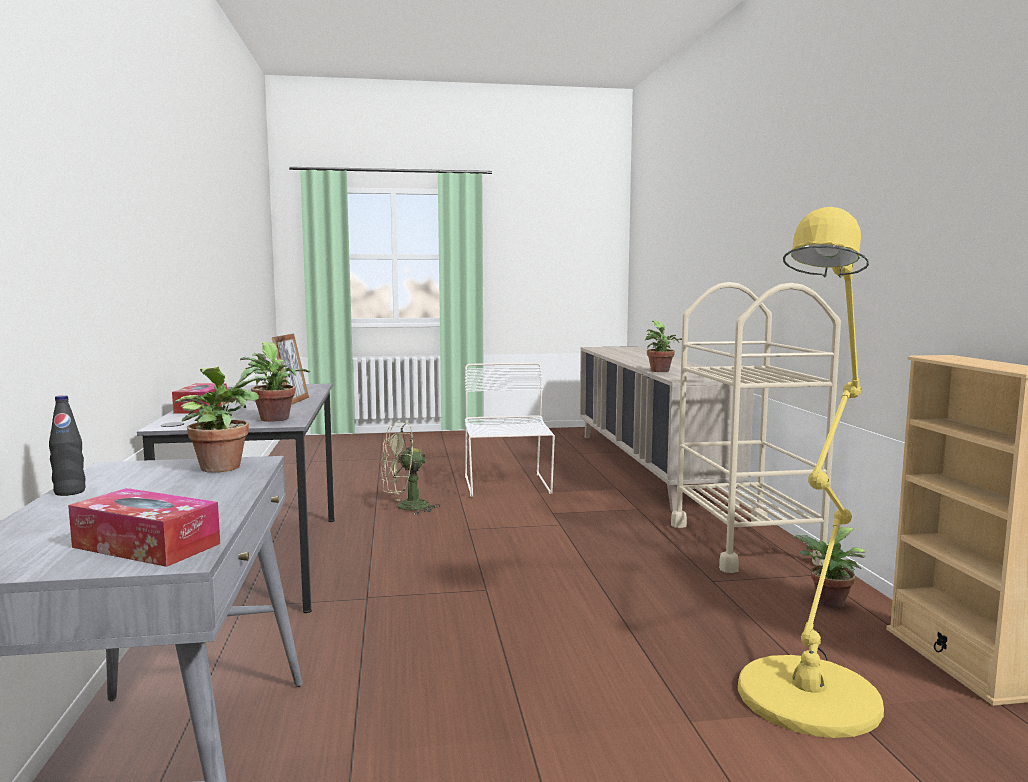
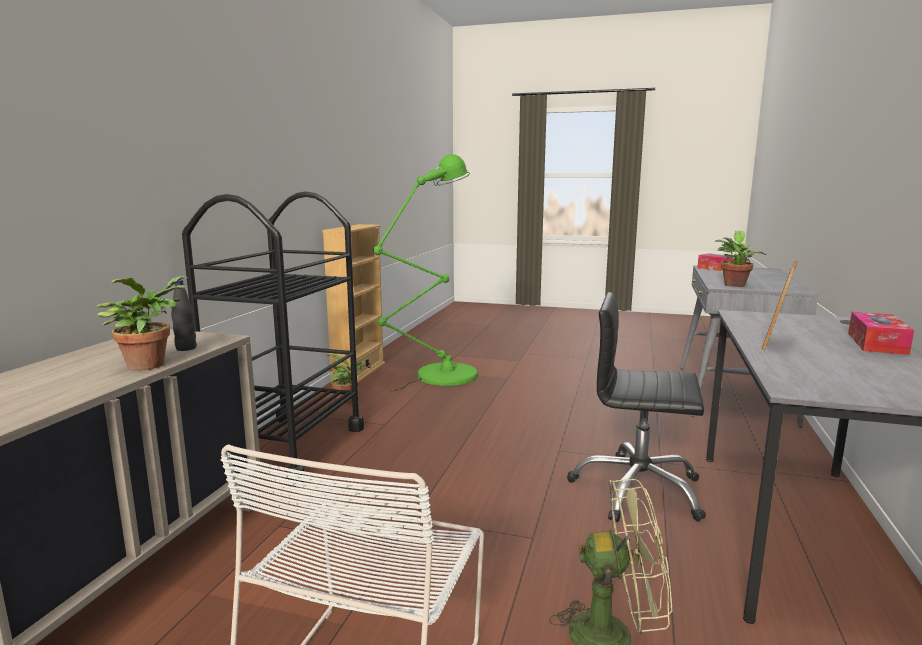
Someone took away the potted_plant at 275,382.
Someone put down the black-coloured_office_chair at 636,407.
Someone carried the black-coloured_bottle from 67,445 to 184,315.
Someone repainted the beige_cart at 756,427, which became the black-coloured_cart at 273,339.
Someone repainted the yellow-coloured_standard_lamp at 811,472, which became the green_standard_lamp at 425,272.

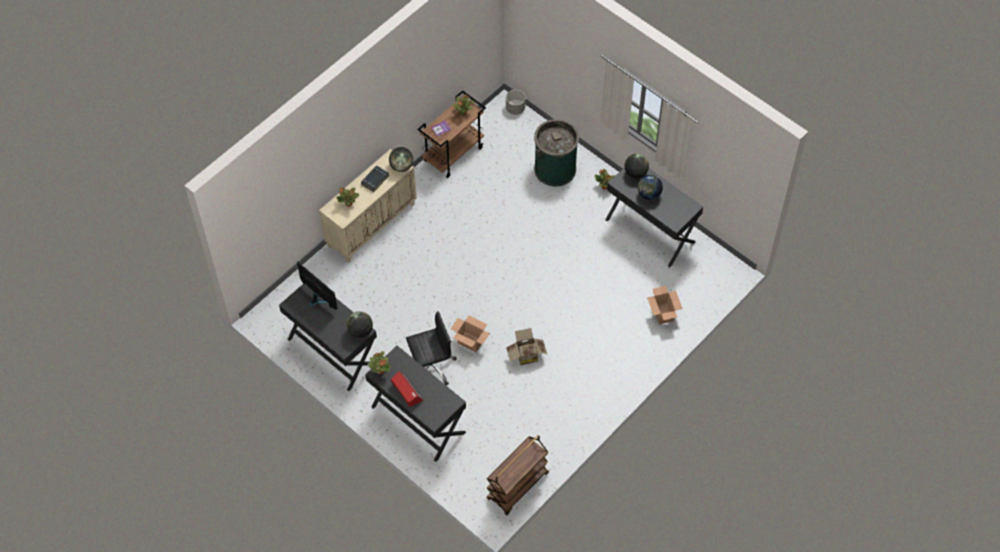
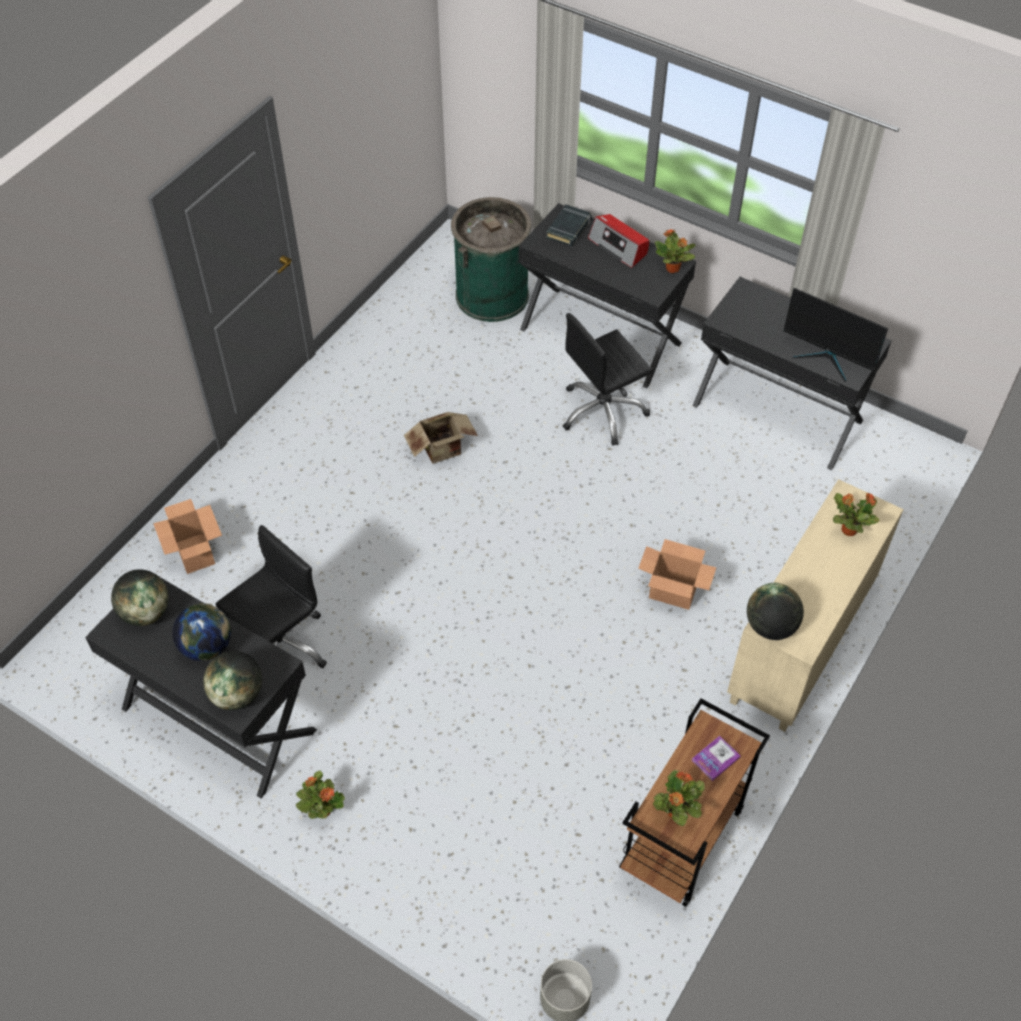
Someone took away the brownish_cart at 518,475.
Someone put down the black-coloured_office_chair at 271,596.
Someone carried the desk_globe from 360,324 to 140,597.
Someone carried the black-coloured_bound_book from 375,178 to 569,225.
Someone carried the carton from 470,333 to 677,574.
Someone carried the green_trash_can from 556,152 to 491,259.

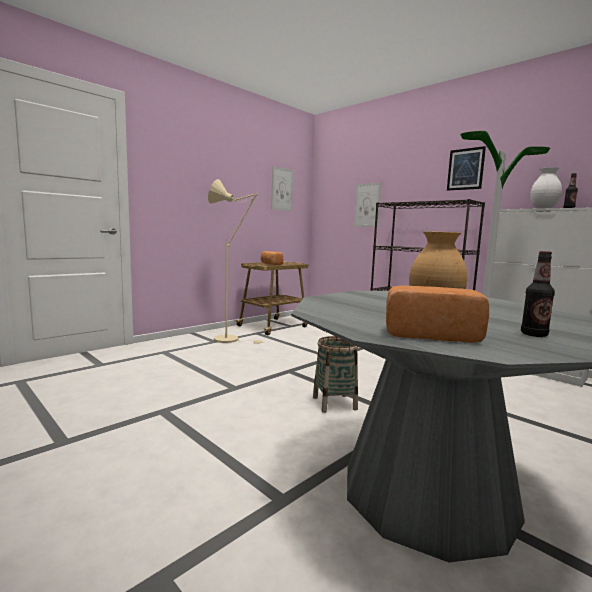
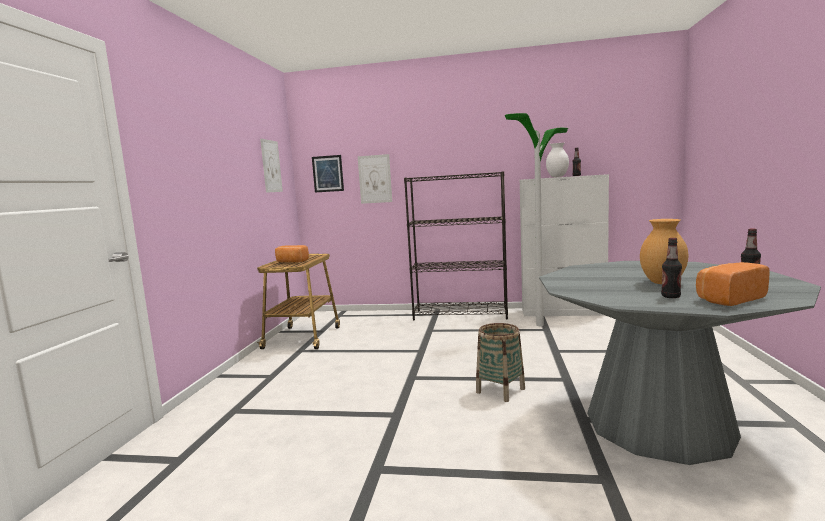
Someone took away the beige_standard_lamp at 236,261.
Someone put down the bottle at 671,268.
Someone carried the picture from 466,168 to 328,173.

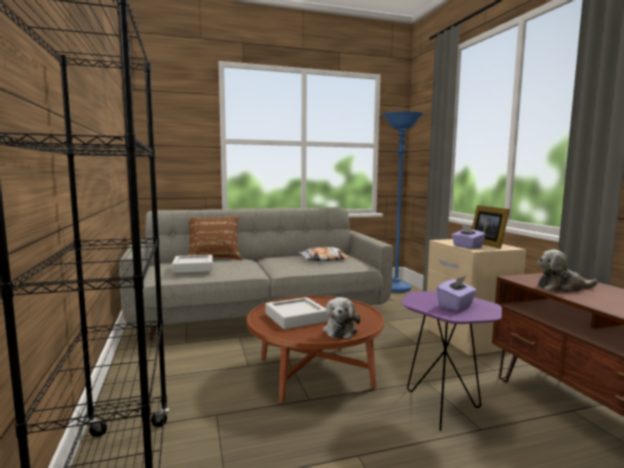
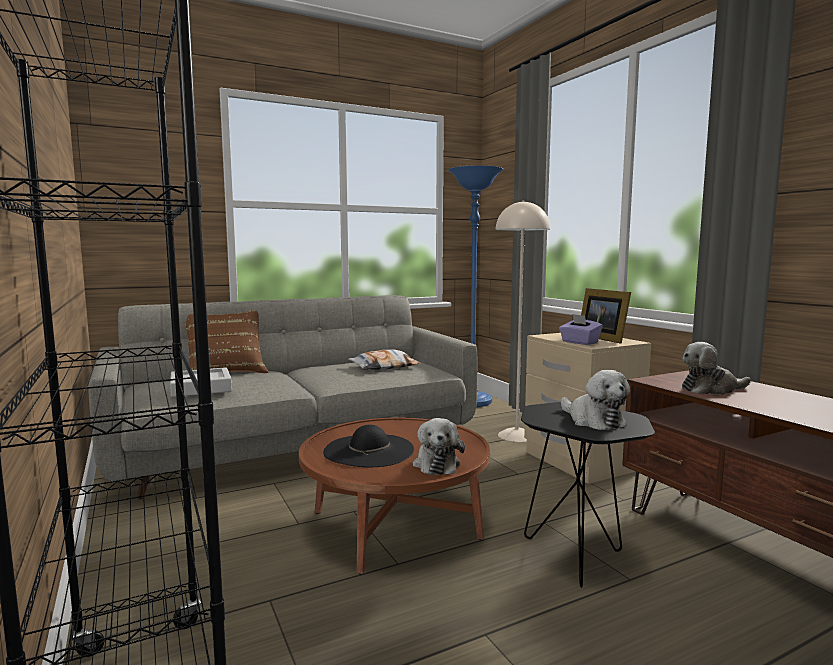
Someone put down the beige_standard_lamp at 522,321.
Someone swapped the grey_serving_tray at 297,313 for the black-coloured_wearable_hat at 368,445.
Someone swapped the purple_box_of_tissues at 457,293 for the cuddly_toy at 595,400.
Someone repainted the purple_accent_table at 451,361, which became the black-coloured_accent_table at 588,494.

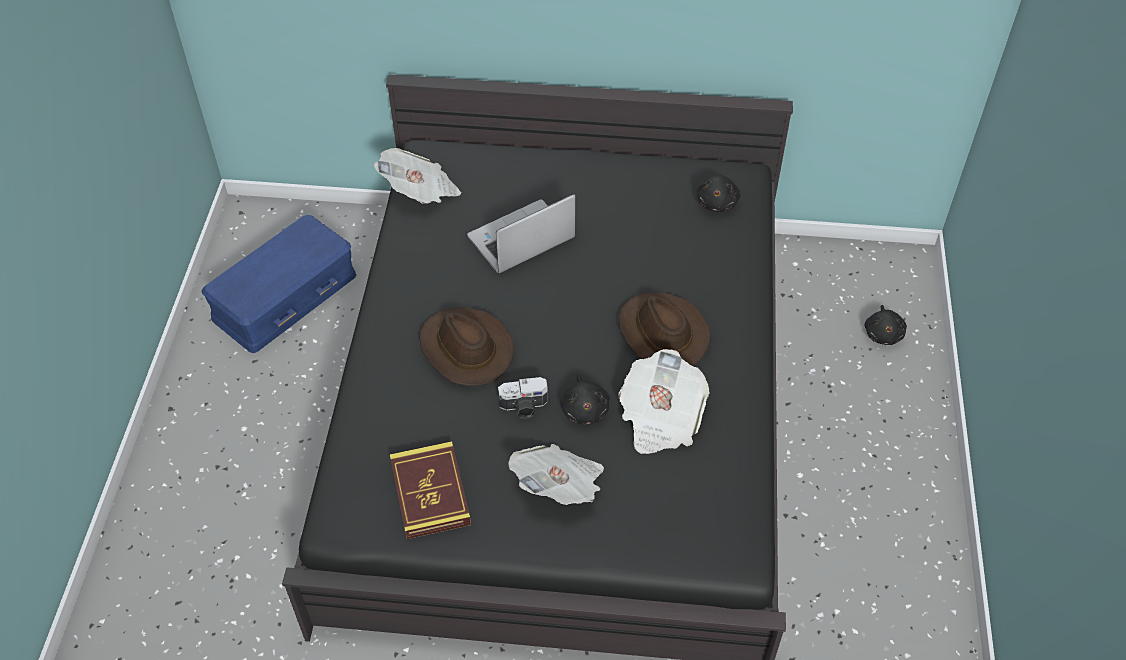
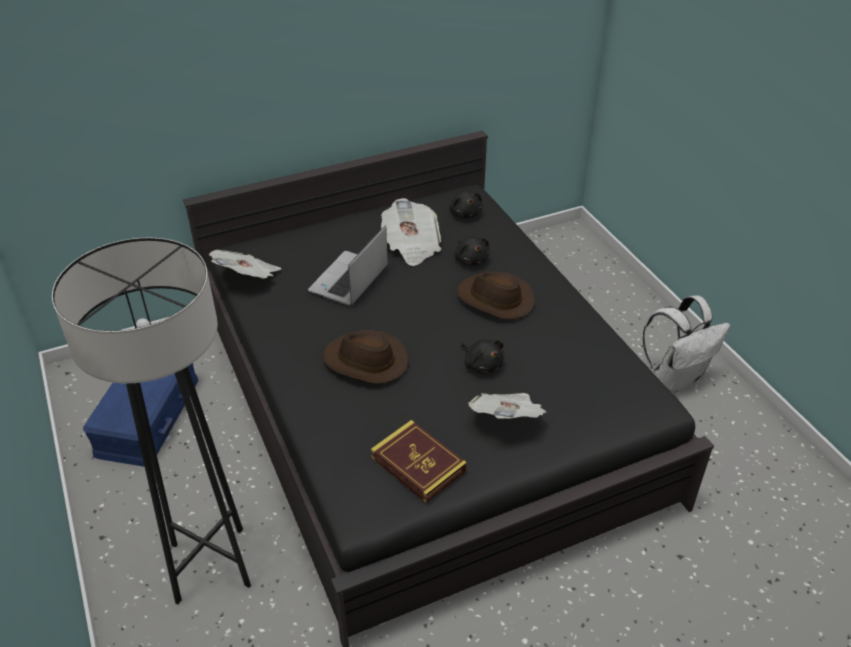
Someone took away the photo_camera at 523,398.
Someone put down the grey_standard_lamp at 151,421.
Someone put down the white-coloured_rucksack at 686,343.
Someone carried the daily_paper from 664,401 to 411,232.
Someone carried the black-coloured_cuddly_toy from 885,325 to 472,250.

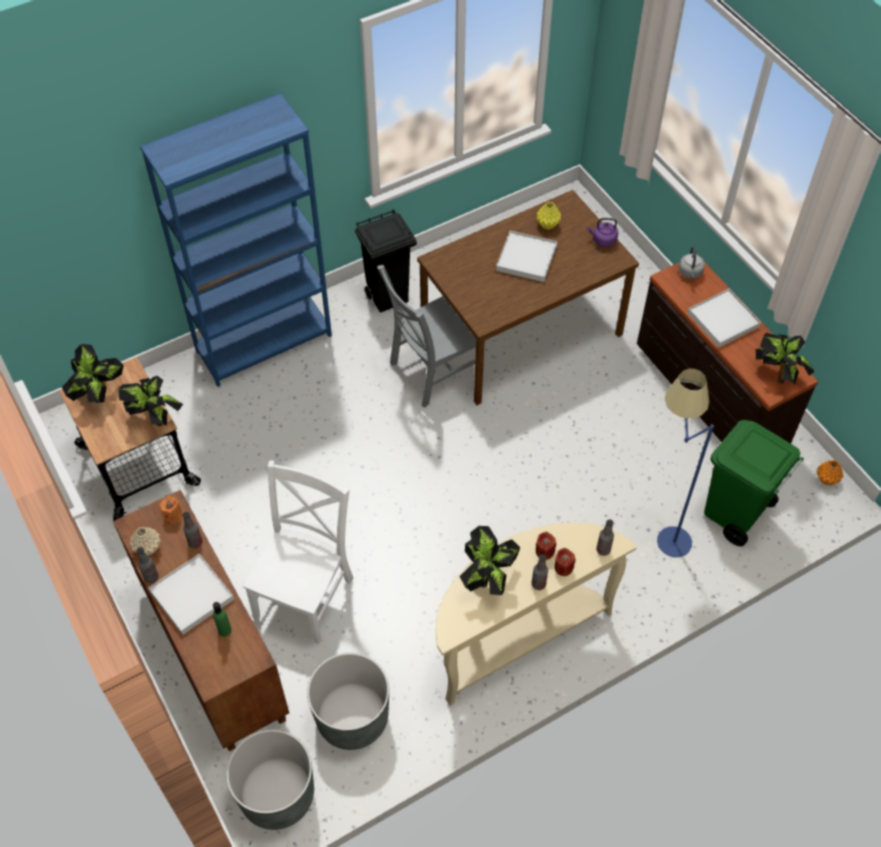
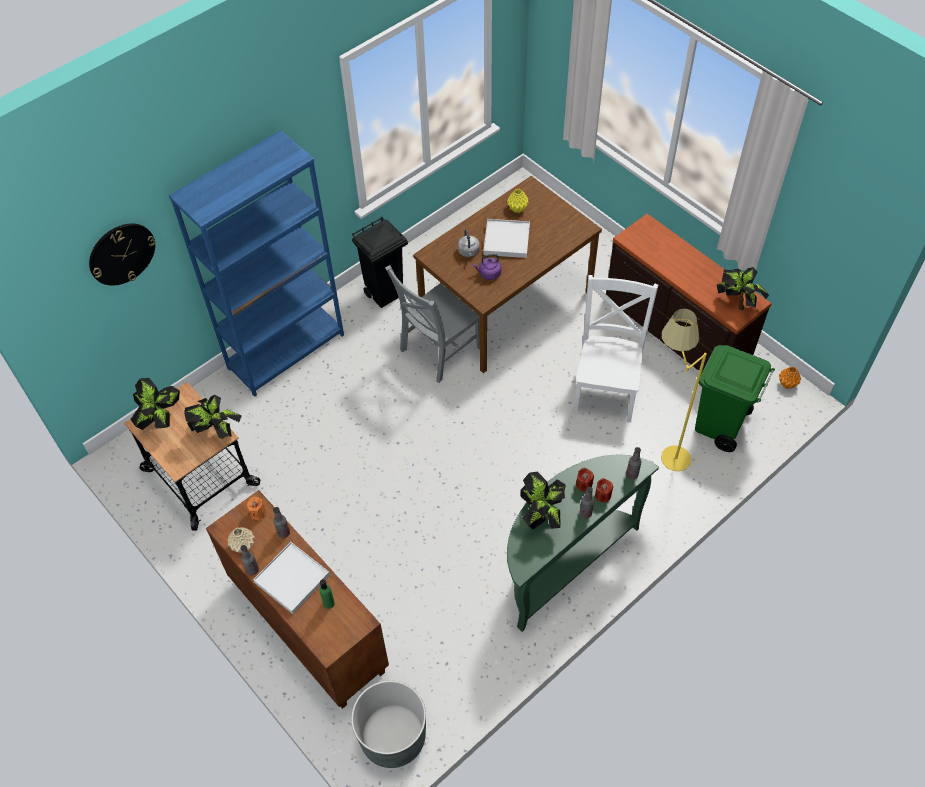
Someone took away the grey_planter at 348,701.
Someone took away the white-coloured_serving_tray at 724,318.
Someone put up the clock_on_the_wall at 122,255.
Someone carried the white-coloured_chair from 298,552 to 615,349.
Someone carried the purple_kettle from 602,232 to 487,267.
Someone carried the grey_kettle from 691,262 to 469,243.
Someone repainted the beige_console_table at 536,614, which became the green_console_table at 583,543.
Someone repainted the blue_standard_lamp at 685,462, which became the yellow-coloured_standard_lamp at 684,389.

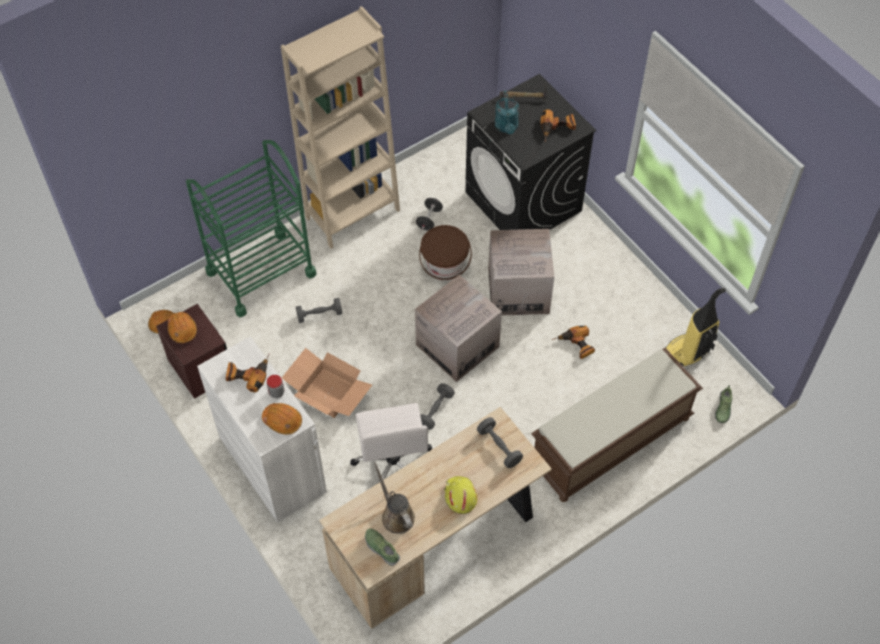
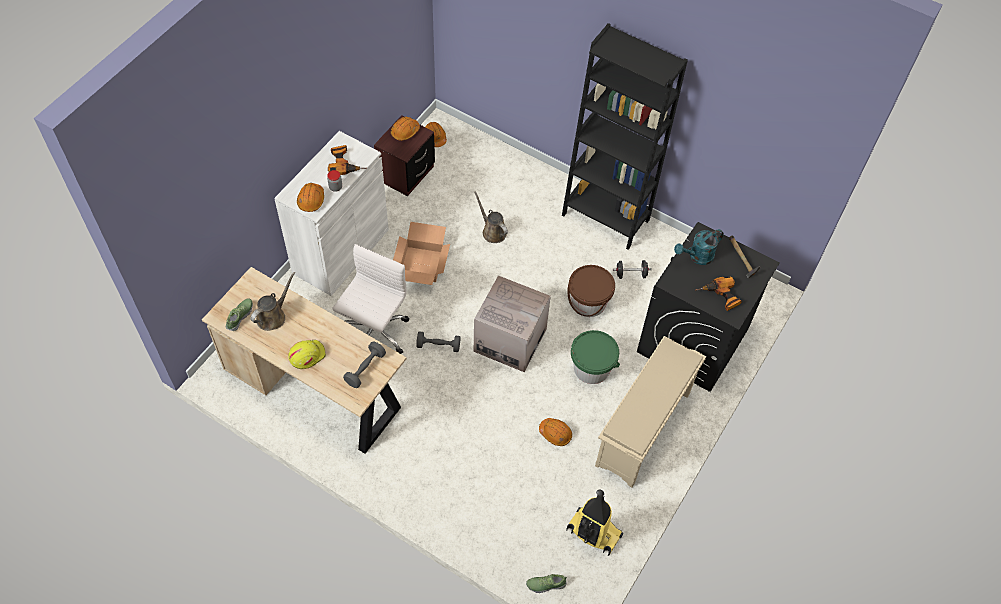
Someone took away the green_cart at 251,228.
Someone took away the brownish_long_seat at 617,425.
Someone put down the beige_shoe_stand at 650,411.
Someone swapped the grey_dumbbell at 319,310 for the brownish_watering_pot at 491,217.
Someone swapped the carton at 521,272 for the green_bucket at 595,357.
Someone swapped the drill at 573,342 for the orangey_safety_helmet at 555,432.
Someone repainted the beige_shelving_unit at 340,127, which became the black-coloured_shelving_unit at 625,136.
Someone rotated the white-coloured_office_chair at 391,443 by 150 degrees clockwise.

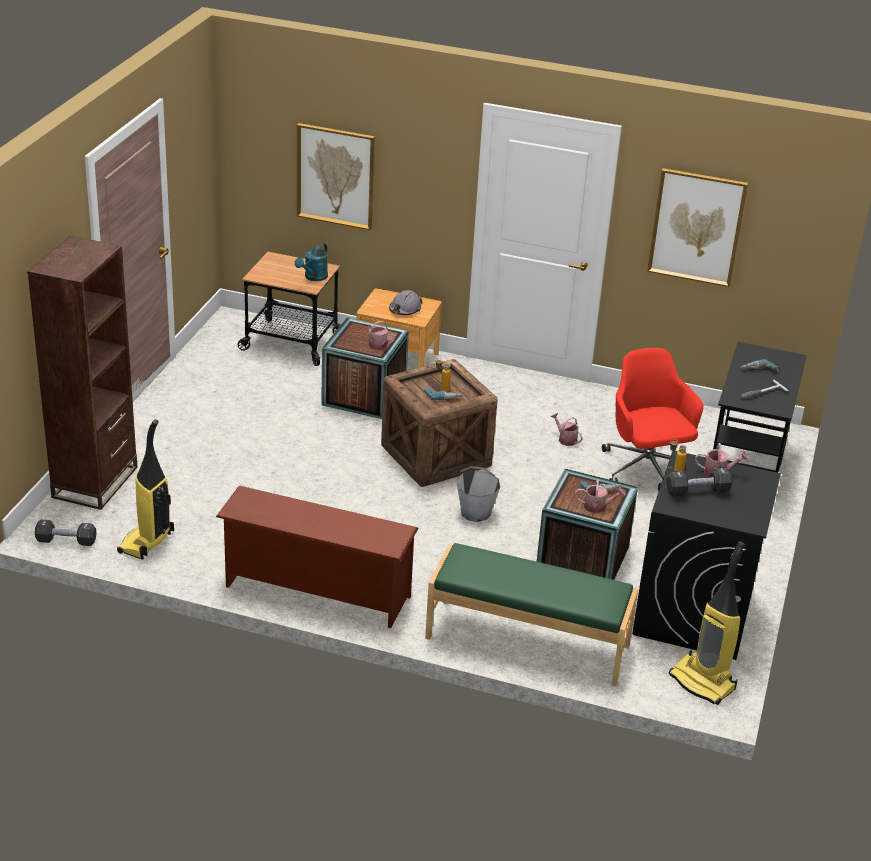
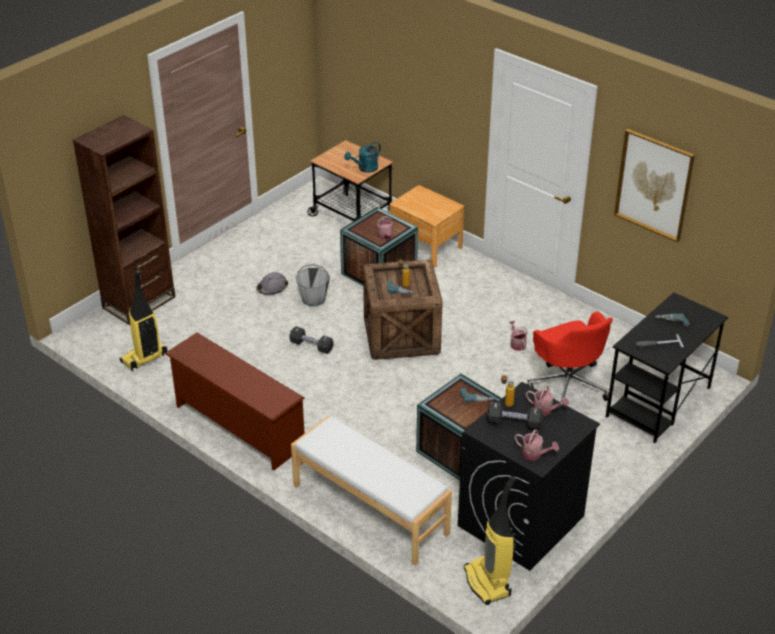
Someone took away the picture at 336,176.
Someone carried the black-coloured_dumbbell from 65,532 to 311,340.
Someone carried the grey_safety_helmet from 406,302 to 272,283.
Someone carried the grey_bucket from 478,494 to 313,285.
Someone carried the watering_pot from 600,496 to 536,444.
Someone repainted the green_long_seat at 531,614, which became the white-coloured_long_seat at 371,491.
Someone rotated the red-coloured_office_chair at 653,415 by 150 degrees clockwise.

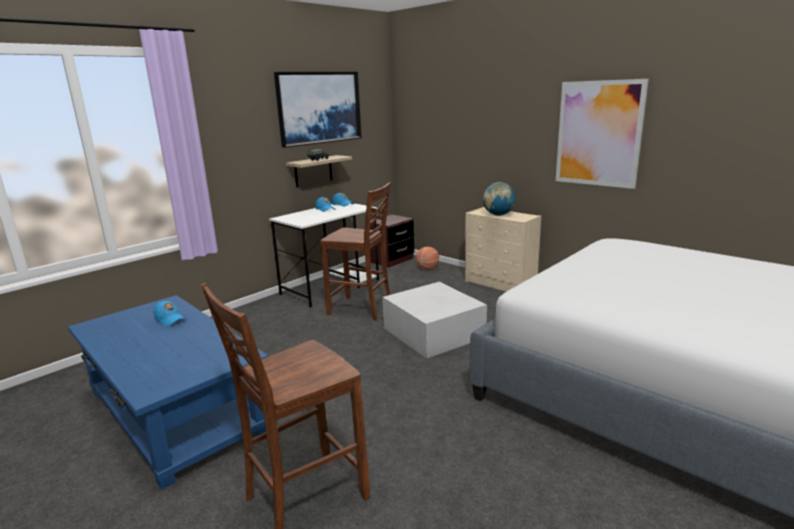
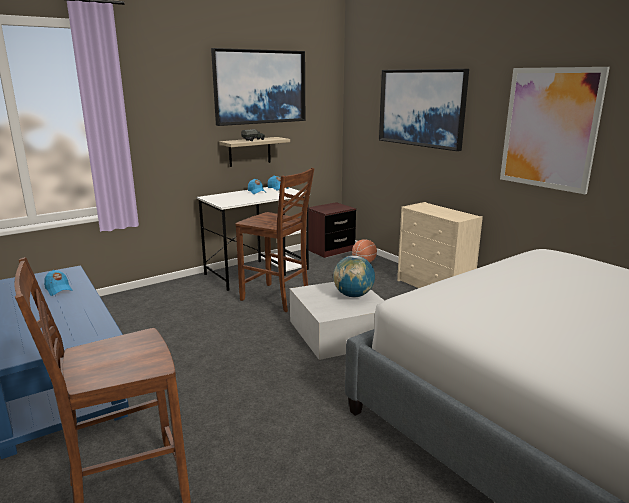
Someone put up the picture at 424,110.
Someone carried the desk_globe from 499,199 to 354,276.

